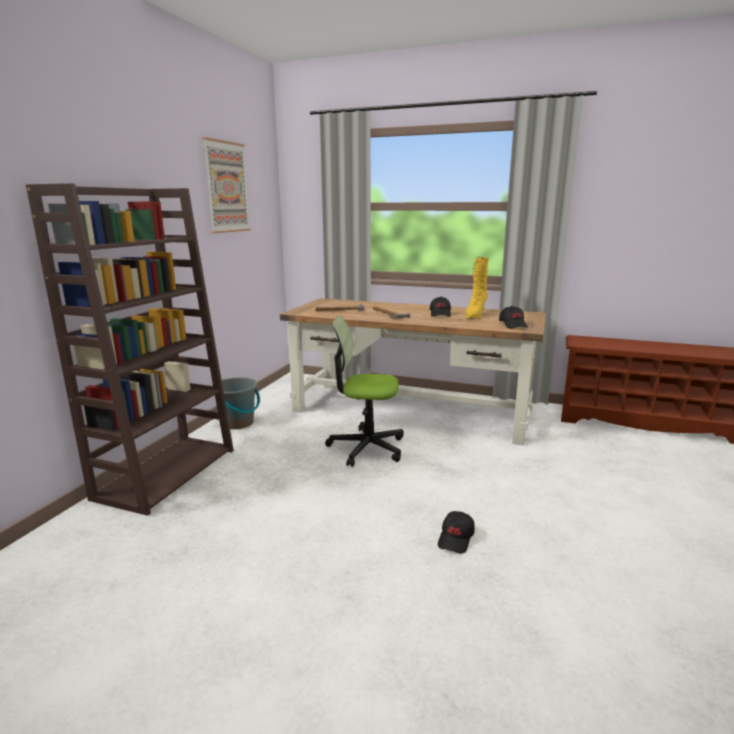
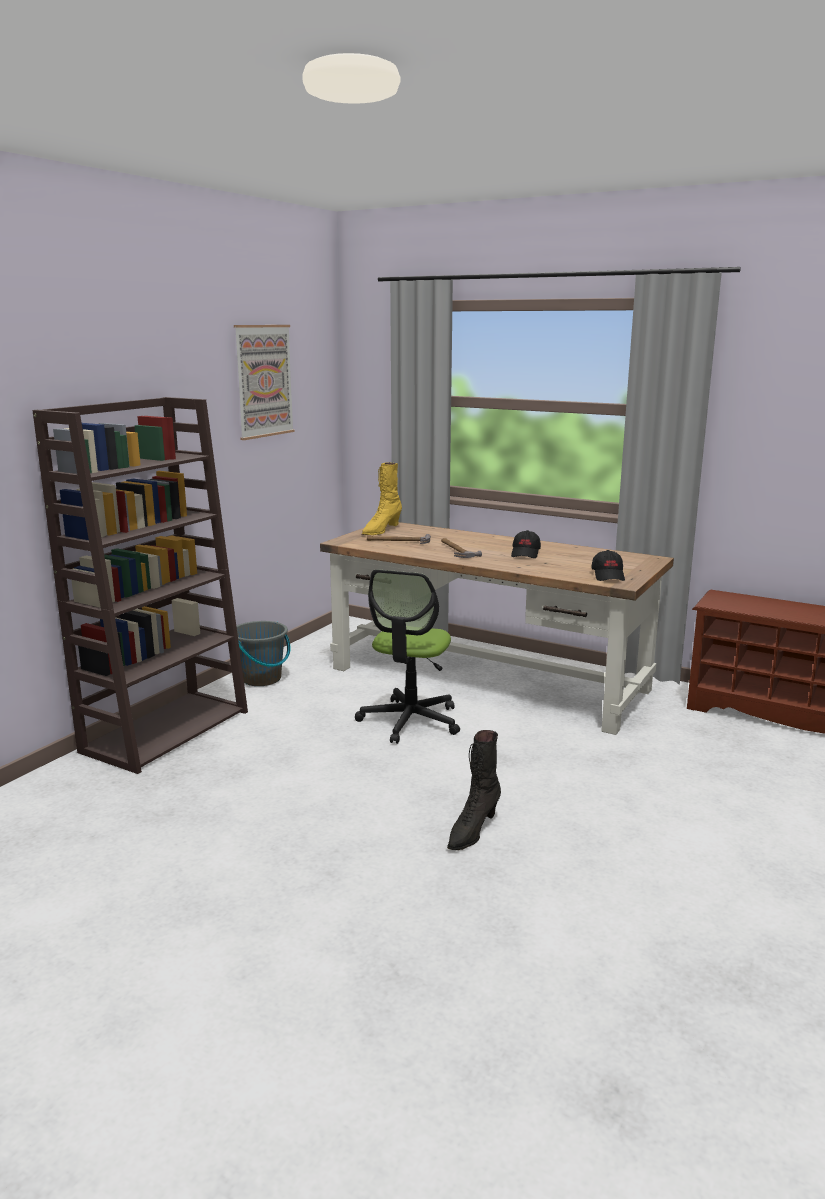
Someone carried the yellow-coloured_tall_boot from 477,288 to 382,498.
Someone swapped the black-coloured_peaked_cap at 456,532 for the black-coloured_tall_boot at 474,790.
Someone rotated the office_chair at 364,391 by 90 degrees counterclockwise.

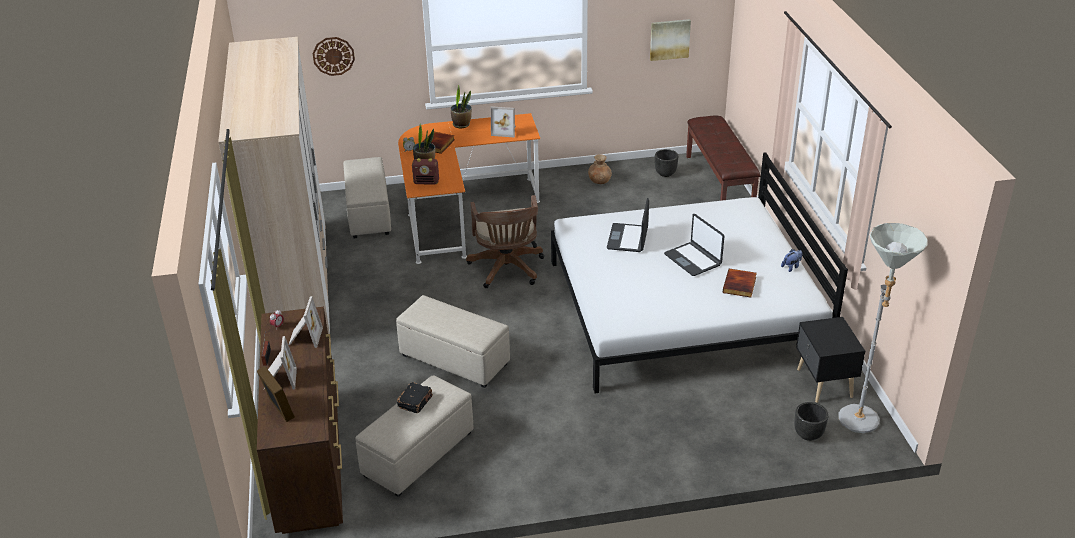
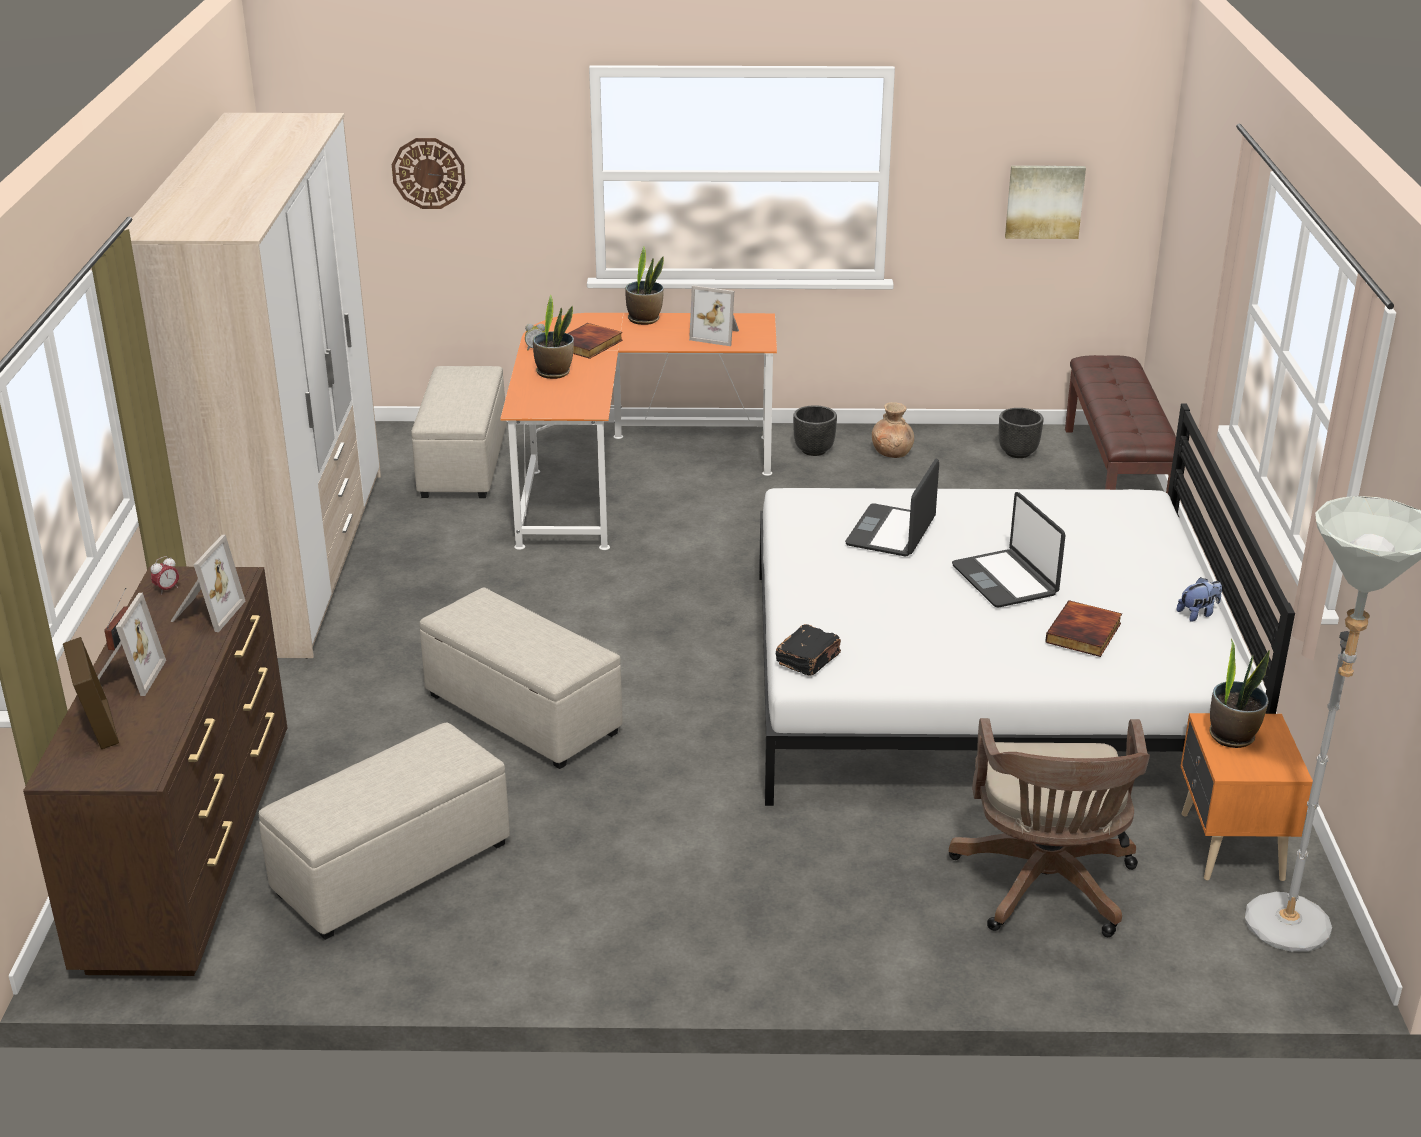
Someone took away the radio at 425,171.
Someone put down the potted_plant at 1240,693.
Someone carried the black-coloured_bound_book from 415,397 to 808,649.
Someone carried the brownish_office_chair from 505,241 to 1049,827.
Someone carried the black-coloured_planter from 812,421 to 815,430.
Someone repainted the black-coloured_bedside_table at 830,360, which became the orangey_bedside_table at 1247,797.

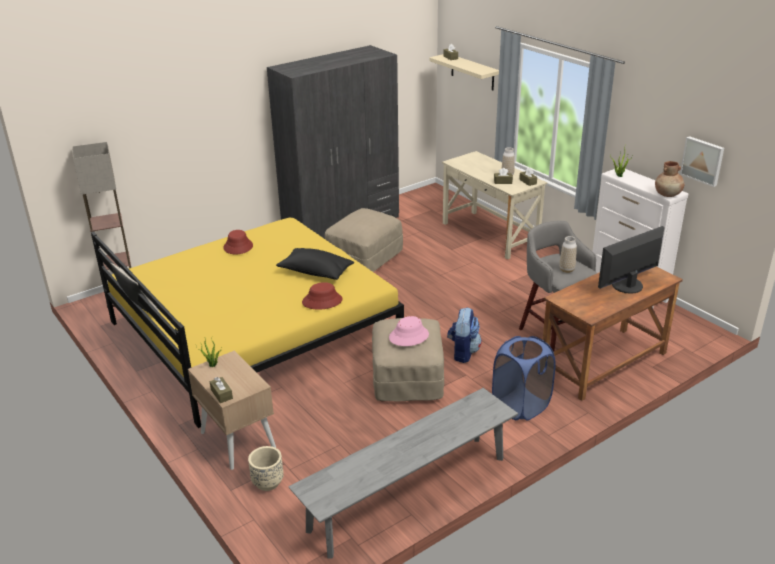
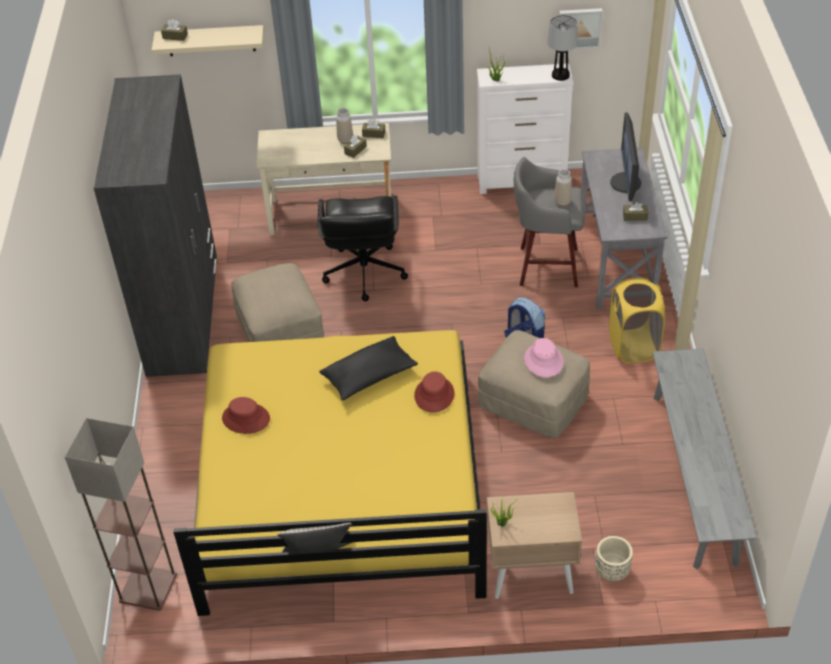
Someone put down the black-coloured_office_chair at 363,249.
Someone carried the brownish_box_of_tissues from 221,390 to 635,211.
Someone swapped the brownish_decorative_vase at 669,179 for the tabletop_lamp at 562,48.
Someone repainted the blue_washing_basket at 524,378, which became the yellow-coloured_washing_basket at 637,320.
Someone repainted the brownish_desk_unit at 613,334, which became the grey_desk_unit at 624,228.

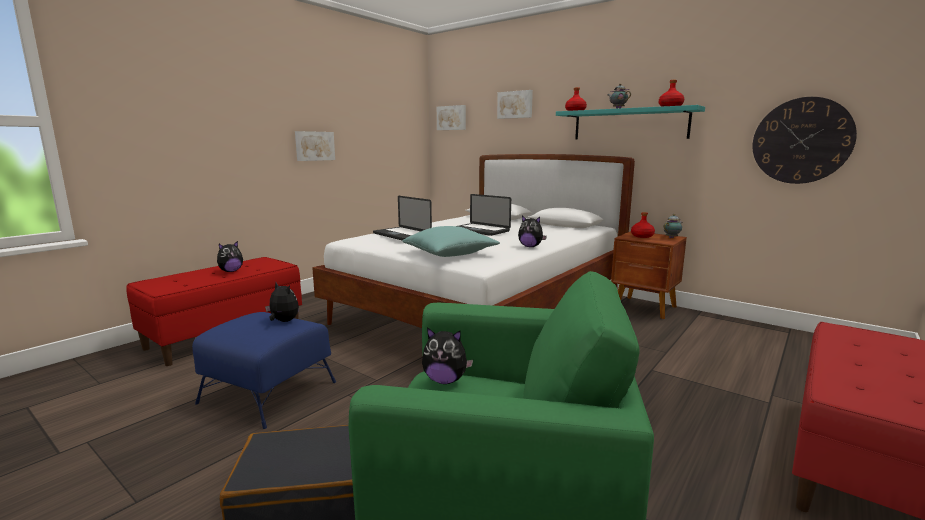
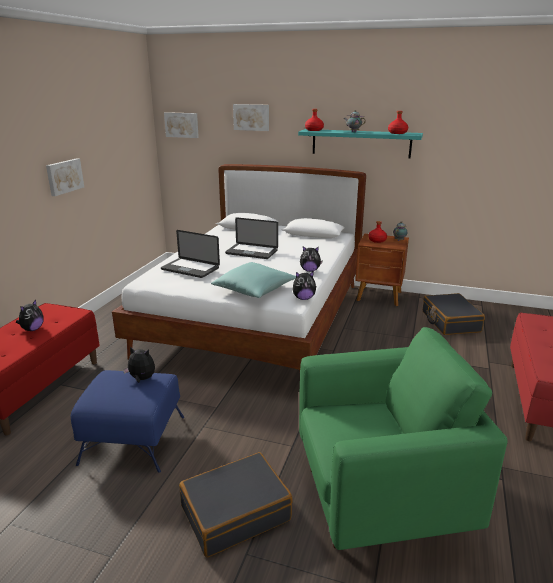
Someone took away the clock_on_the_wall at 804,140.
Someone put down the black-coloured_travel_case at 454,314.
Someone carried the cuddly_toy from 447,355 to 304,285.

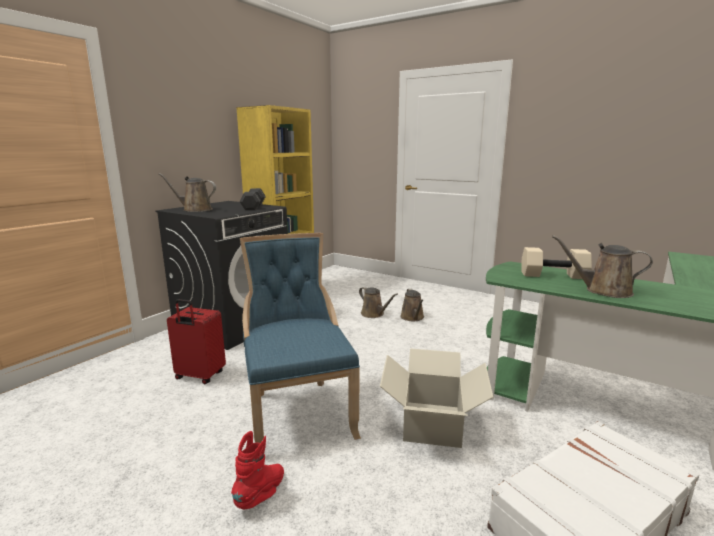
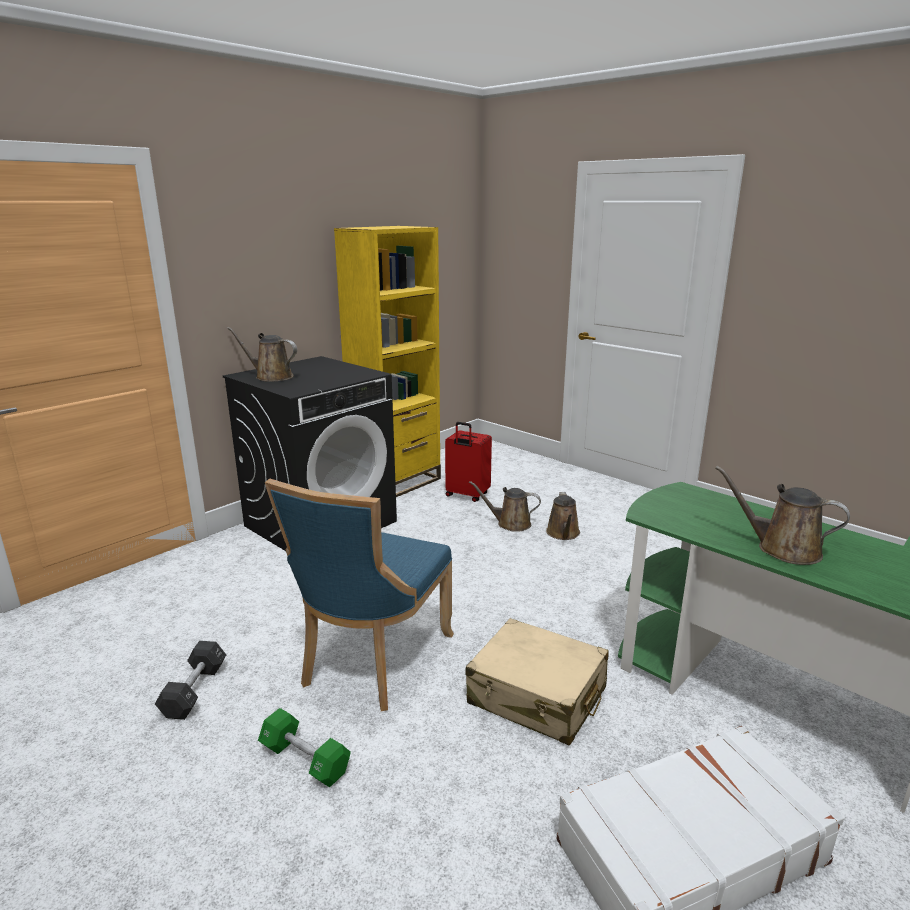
Someone took away the beige_dumbbell at 557,263.
Someone carried the red-coloured_travel_case from 196,341 to 468,462.
Someone carried the black-coloured_dumbbell from 252,199 to 190,680.
Someone swapped the red-coloured_tall_boot at 257,470 for the green_dumbbell at 304,747.
Someone swapped the carton at 437,398 for the beige_travel_case at 537,682.
Someone rotated the blue_chair at 300,338 by 150 degrees counterclockwise.
Someone rotated the brownish_watering_pot at 378,302 by 135 degrees clockwise.

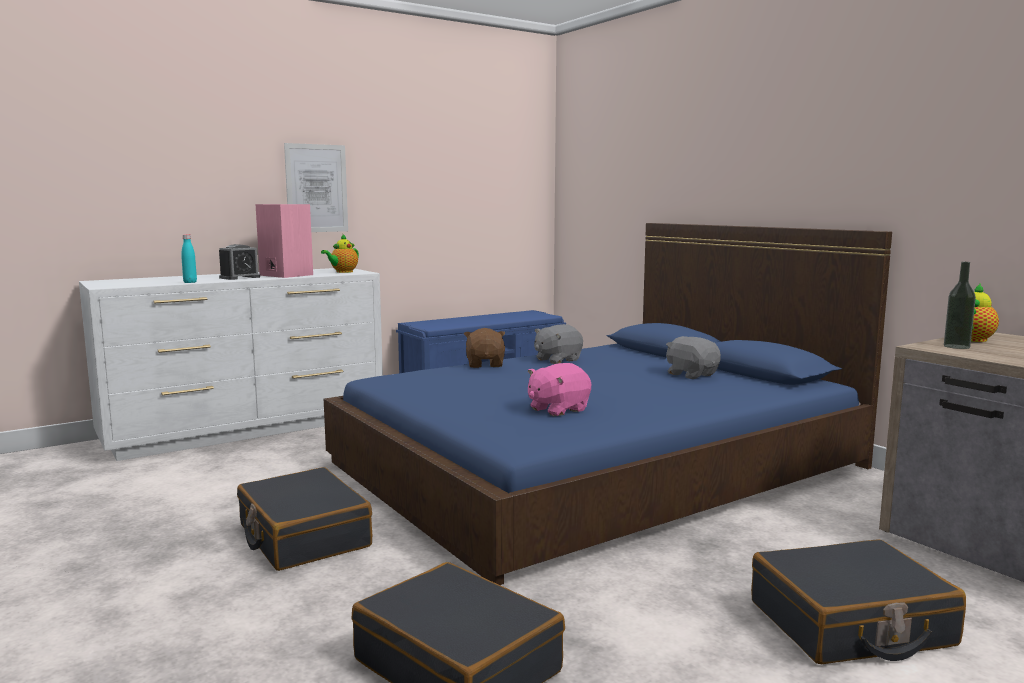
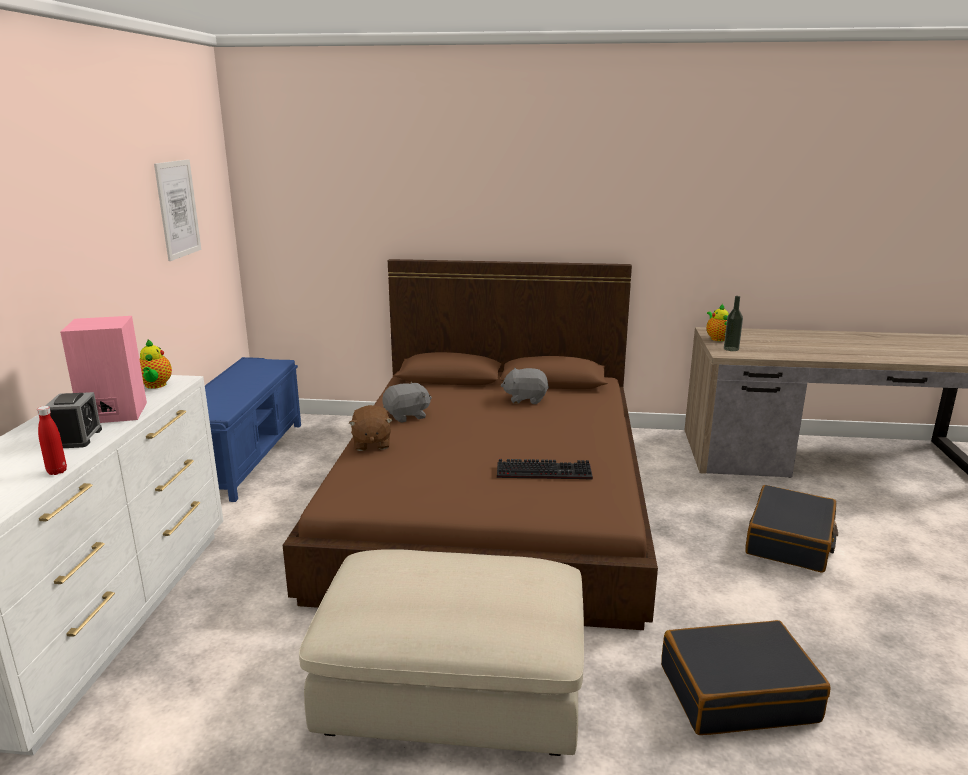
Someone carried the picture from 316,187 to 177,210.
Someone swapped the black-coloured_travel_case at 304,519 for the beige_footrest at 441,652.
Someone swapped the pinkish_cuddly_toy at 559,389 for the keyboard at 545,469.
Someone repainted the turquoise-coloured_bottle at 189,258, which became the red-coloured_bottle at 52,440.
Someone repainted the blue_bedroom_bed at 608,404, which became the brownish_bedroom_bed at 470,444.
Someone rotated the brownish_cuddly_toy at 484,348 by 135 degrees counterclockwise.
Someone rotated the grey_cuddly_toy at 558,344 by 120 degrees counterclockwise.

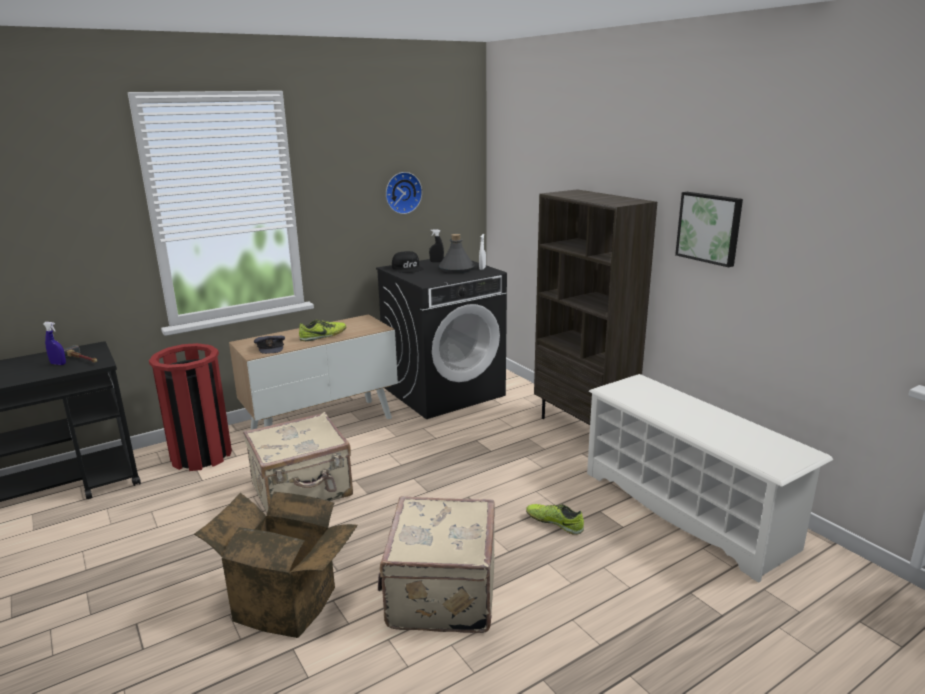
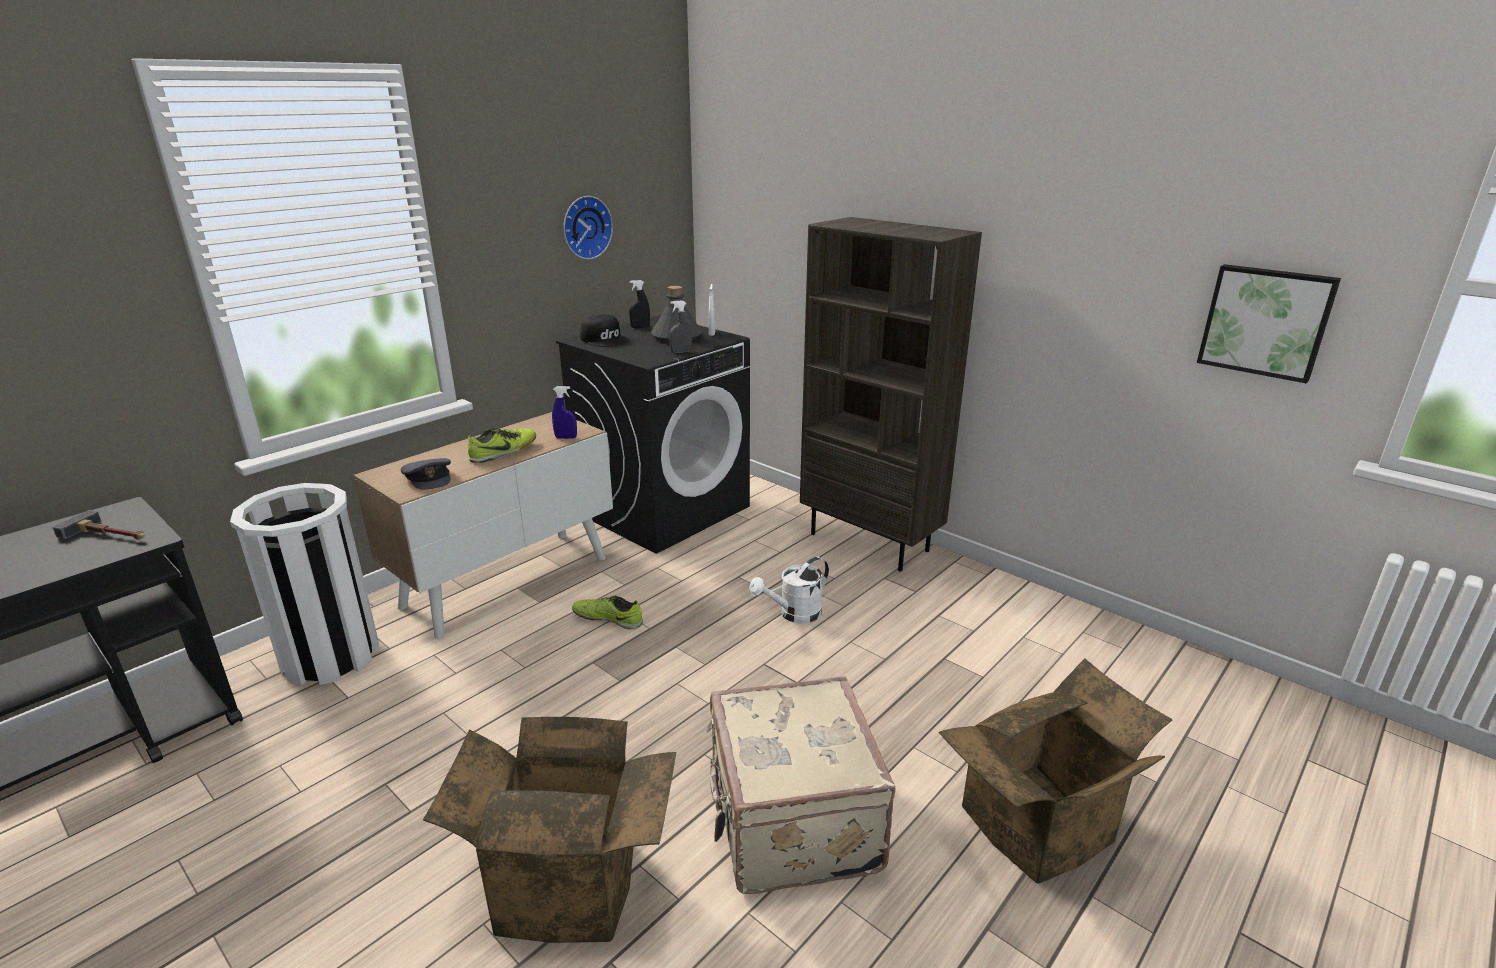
Someone took away the beige_travel_case at 298,463.
Someone took away the white-coloured_shoe_stand at 710,478.
Someone put down the grey_sprayer at 680,326.
Someone put down the white-coloured_watering_pot at 789,590.
Someone put down the carton at 1056,771.
Someone carried the blue_sprayer from 54,343 to 564,412.
Someone carried the item_of_footwear from 555,519 to 607,613.
Someone carried the picture from 709,230 to 1269,323.
Someone repainted the red-coloured_trash_can at 190,407, which became the white-coloured_trash_can at 304,584.

